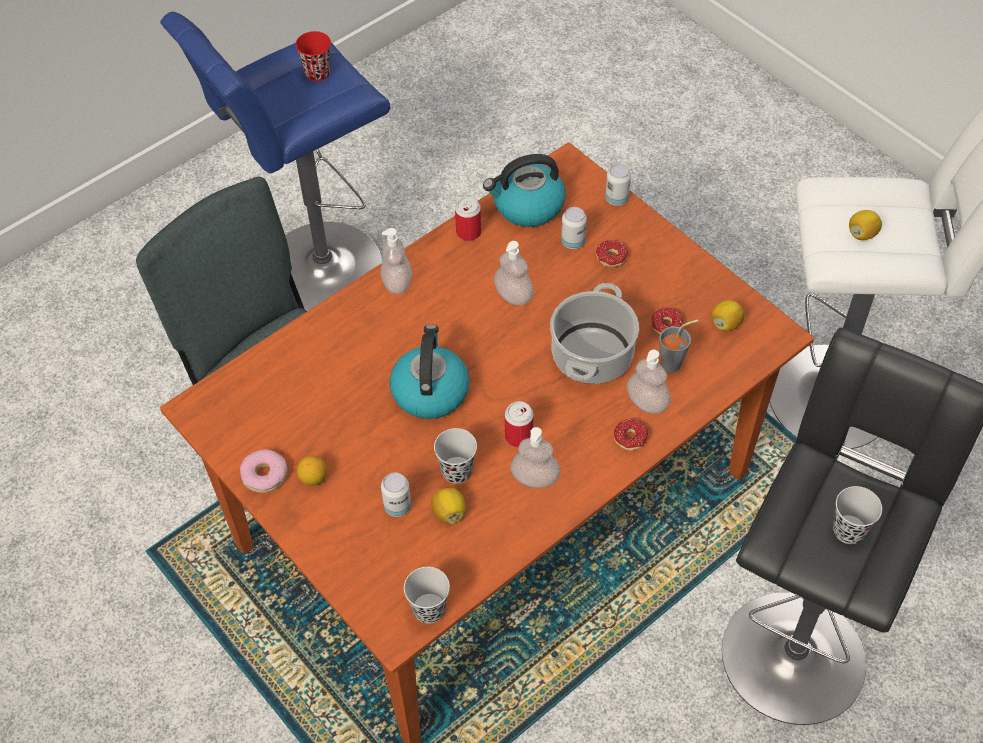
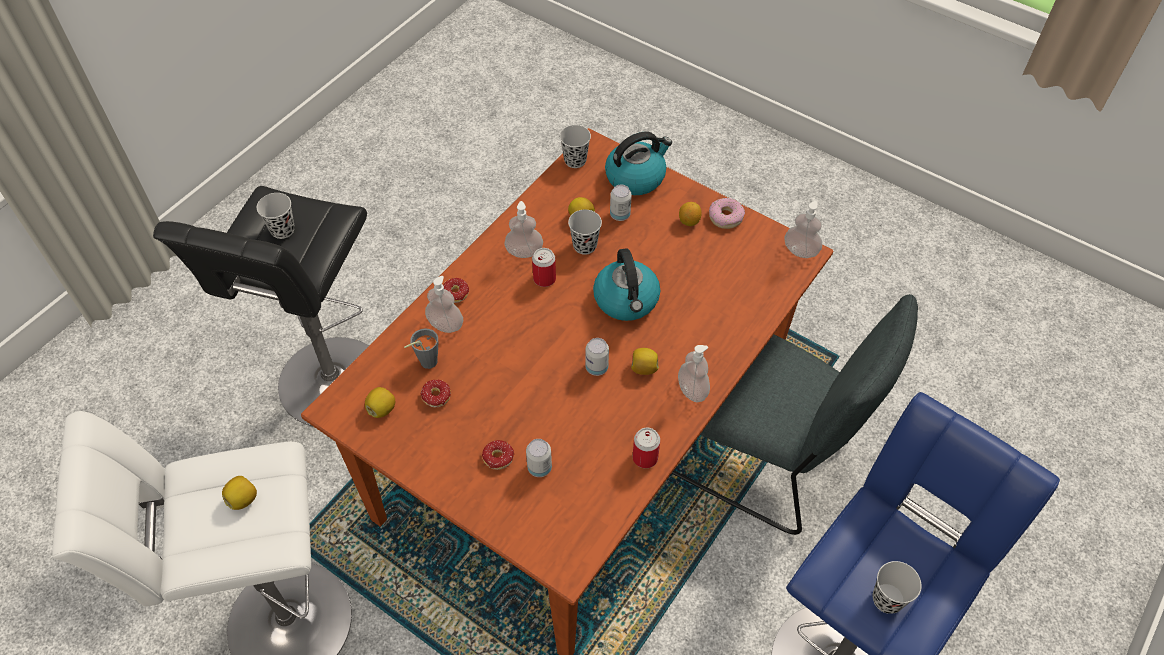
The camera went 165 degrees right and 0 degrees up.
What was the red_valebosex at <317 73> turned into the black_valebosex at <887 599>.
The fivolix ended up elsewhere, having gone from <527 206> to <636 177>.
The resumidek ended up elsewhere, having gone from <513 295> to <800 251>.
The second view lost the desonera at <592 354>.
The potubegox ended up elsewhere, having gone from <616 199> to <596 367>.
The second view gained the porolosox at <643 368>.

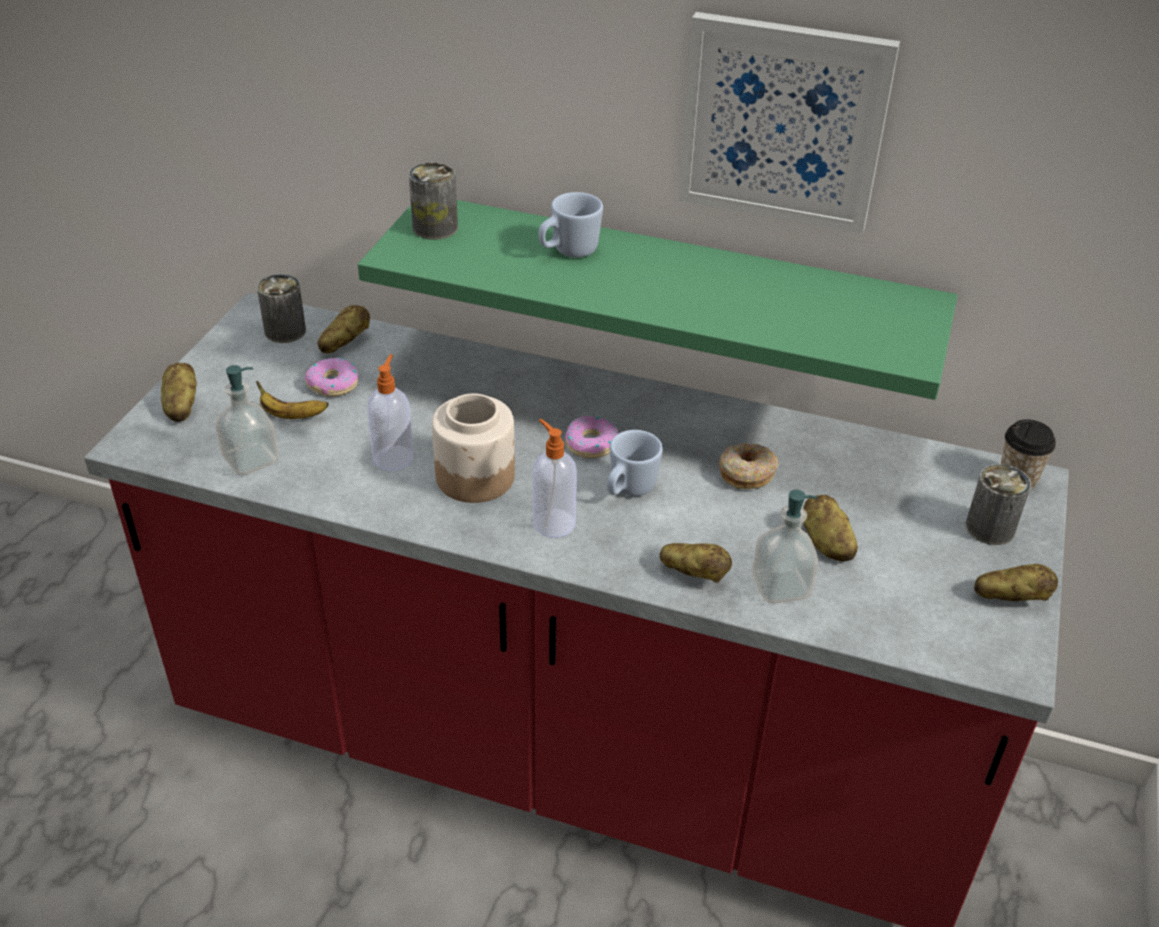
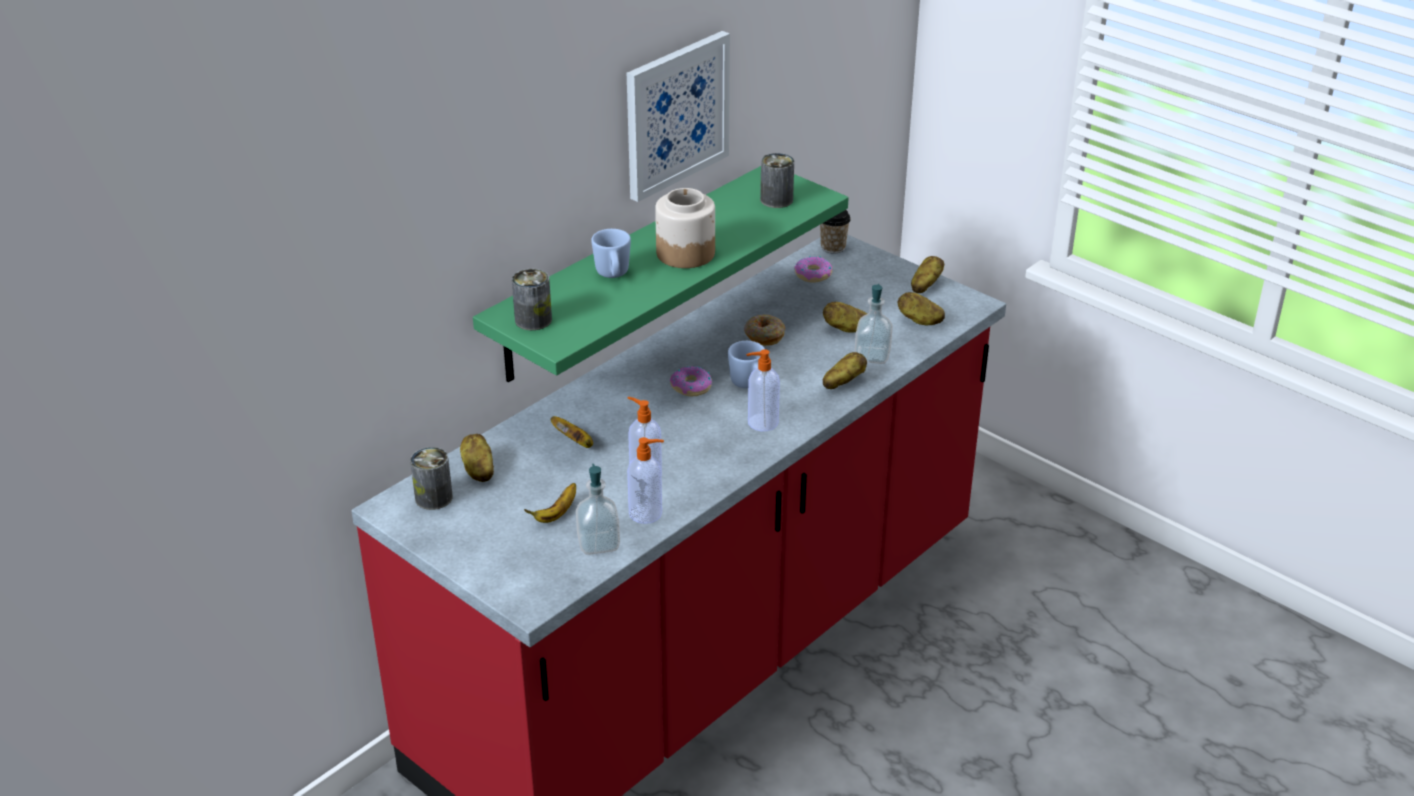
The camera went 65 degrees left and 5 degrees down.
The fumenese ended up elsewhere, having gone from <181 406> to <919 320>.
The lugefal ended up elsewhere, having gone from <333 384> to <813 275>.
The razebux ended up elsewhere, having gone from <476 476> to <685 253>.
The potubegox ended up elsewhere, having gone from <990 528> to <776 200>.
The second view gained the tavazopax at <575 441>.
The second view gained the resumidek at <647 513>.

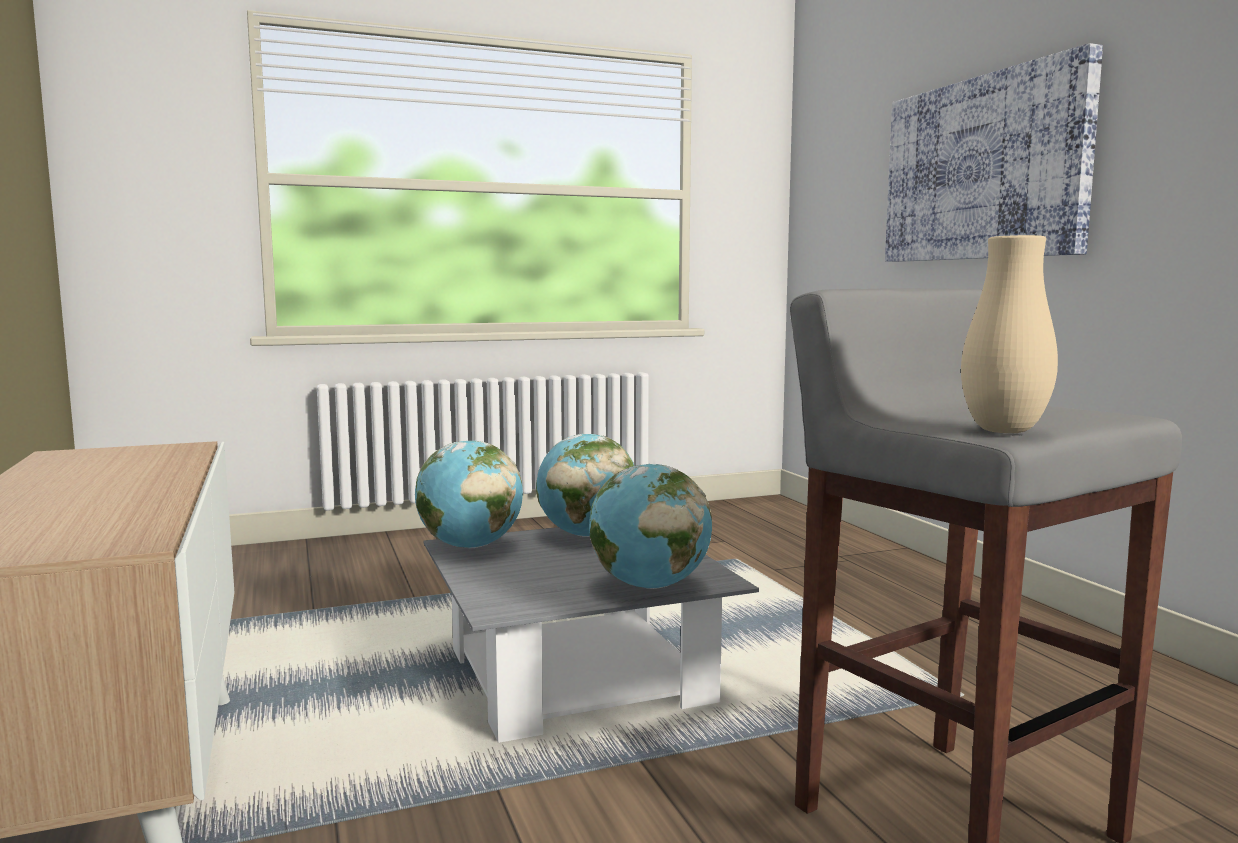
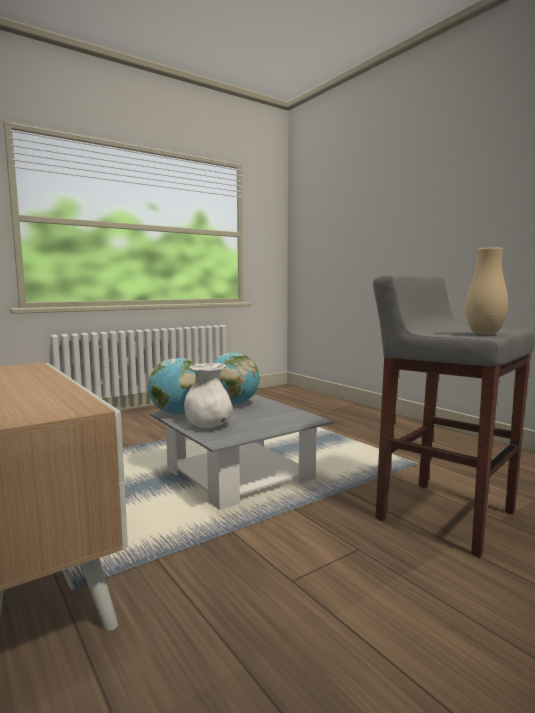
The camera went 15 degrees left and 0 degrees up.
The second view lost the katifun at <649 586>.
The second view lost the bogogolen at <984 169>.
The second view gained the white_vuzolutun at <208 426>.

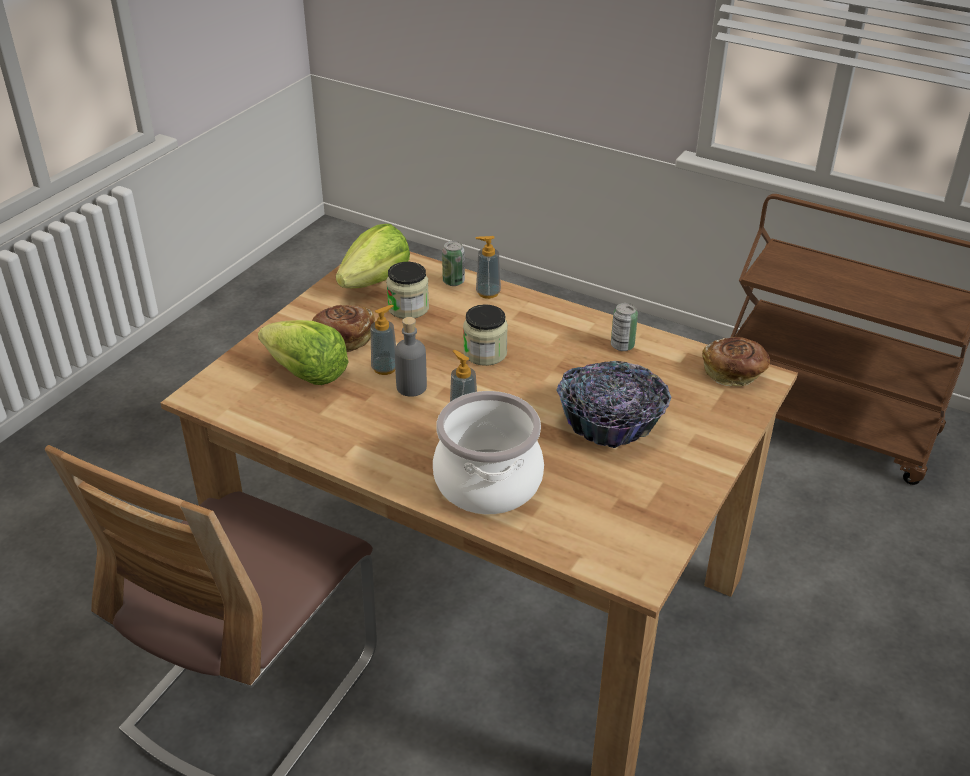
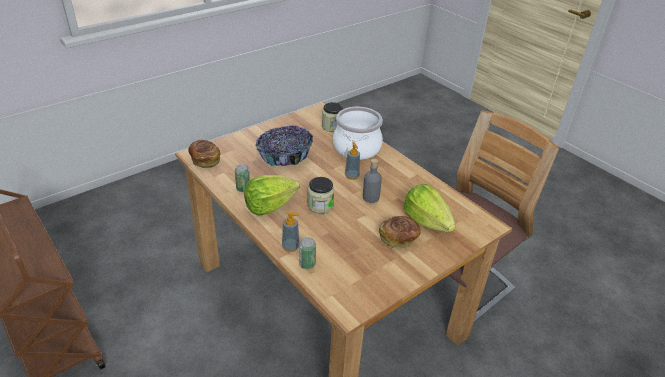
The camera went 160 degrees left and 0 degrees up.
The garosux ended up elsewhere, having gone from <376 281> to <269 206>.
The second view lost the resumidek at <385 368>.
The razebux ended up elsewhere, having gone from <408 308> to <332 127>.

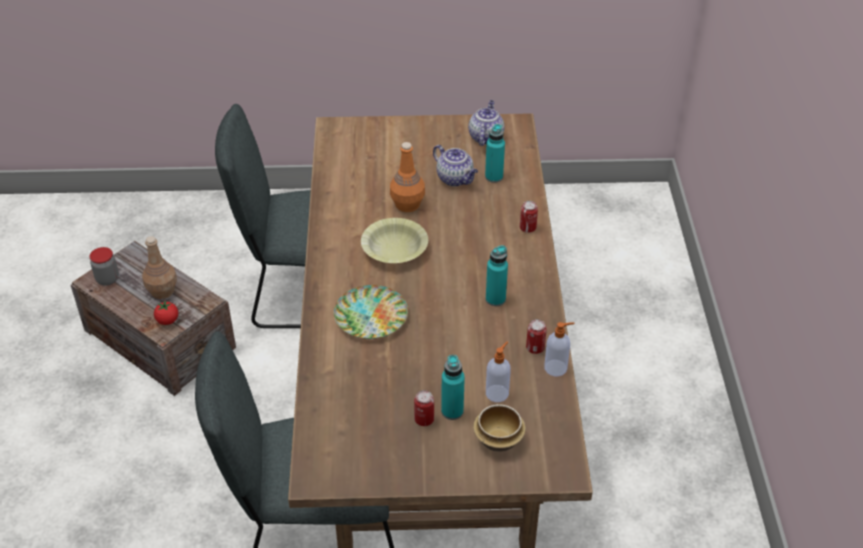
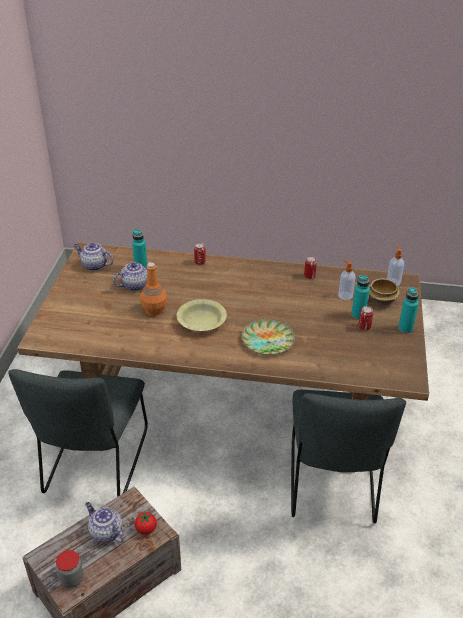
The camera went 80 degrees left and 5 degrees down.
Where the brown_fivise stood at <162 290>, the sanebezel came to stand at <105 532>.
The turquoise_fivise ended up elsewhere, having gone from <495 299> to <405 329>.
The resumidek ended up elsewhere, having gone from <556 368> to <393 282>.

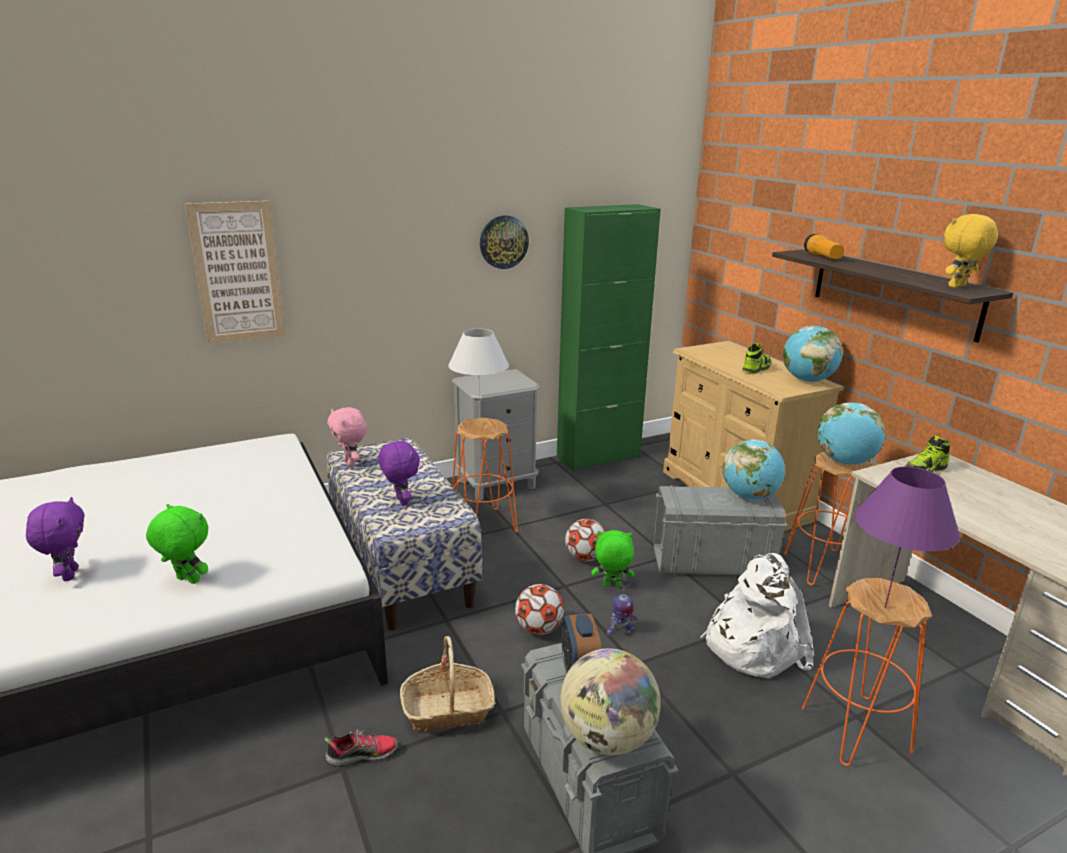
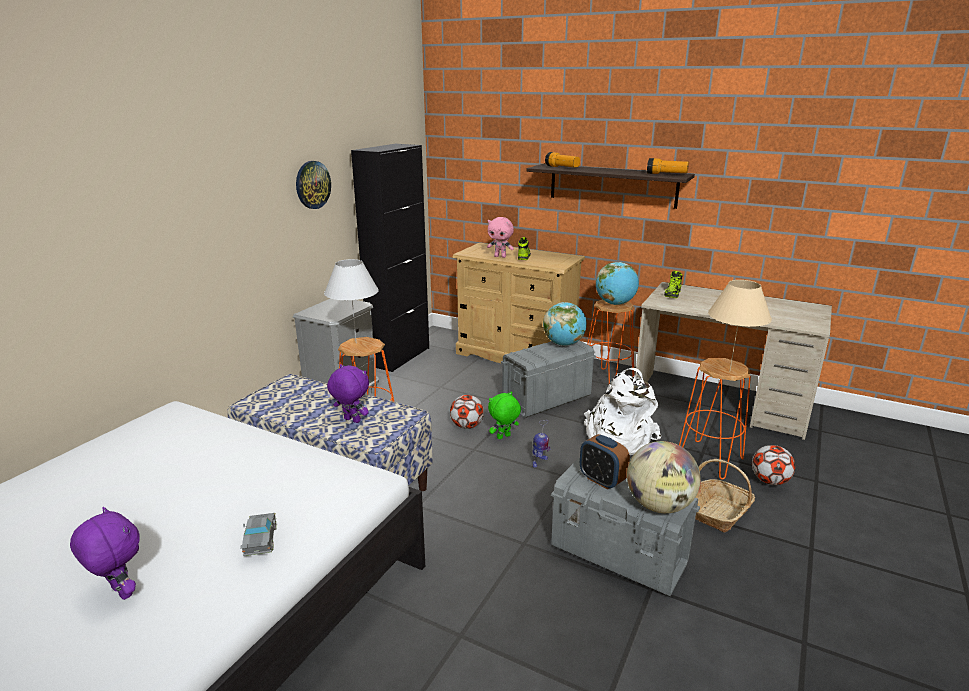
The camera went 35 degrees left and 0 degrees up.
Where the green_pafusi stood at <186 580>, the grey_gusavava came to stand at <260 543>.
The second view lost the bogogolen at <237 273>.
The second view lost the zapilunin at <363 754>.
The pink_pafusi ended up elsewhere, having gone from <351 463> to <500 256>.
The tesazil ended up elsewhere, having gone from <448 709> to <719 512>.
The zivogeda ended up elsewhere, having gone from <539 629> to <769 481>.
What was the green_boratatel at <598 457> turned into the black_boratatel at <399 357>.
The second view lost the katifun at <807 380>.
What was the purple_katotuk at <884 607> turned into the beige_katotuk at <729 372>.
Where the yellow_pafusi stood at <958 286>, the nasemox came to stand at <666 174>.

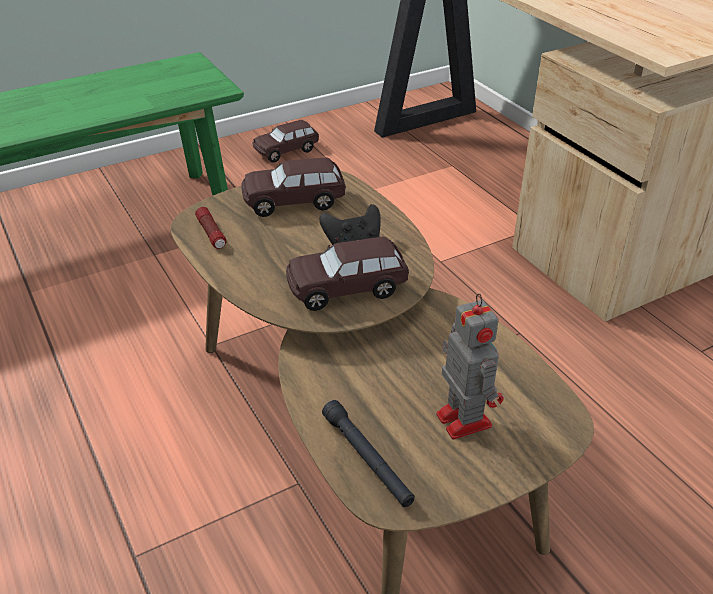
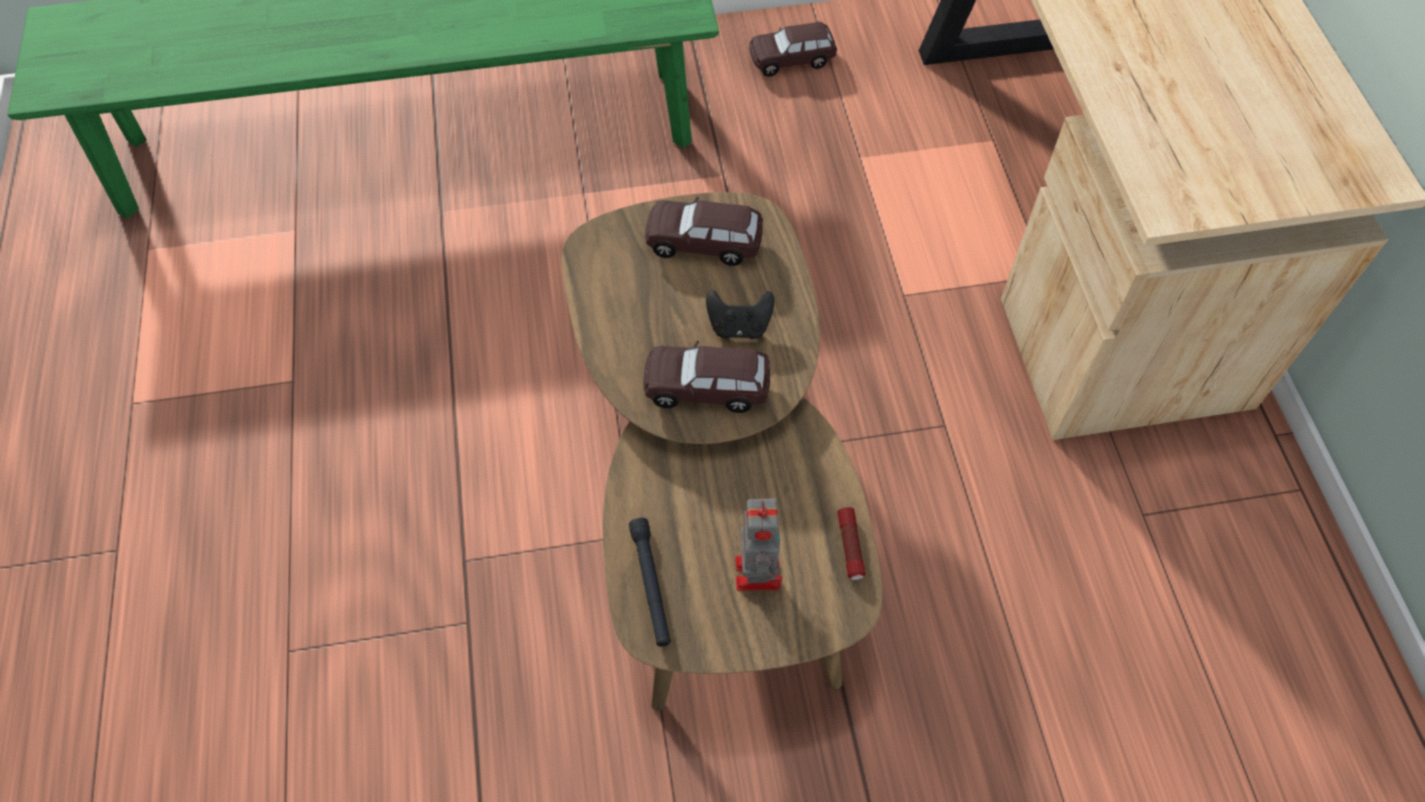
The camera went 20 degrees right and 20 degrees up.
The nasemox ended up elsewhere, having gone from <211 234> to <850 547>.

